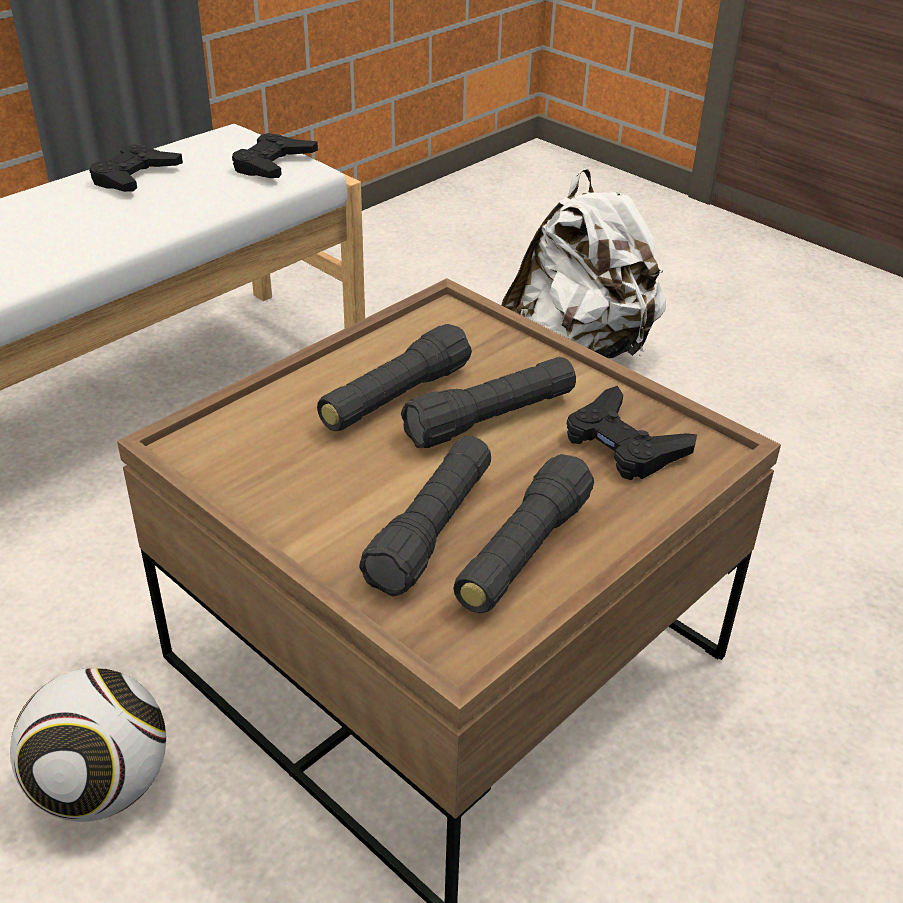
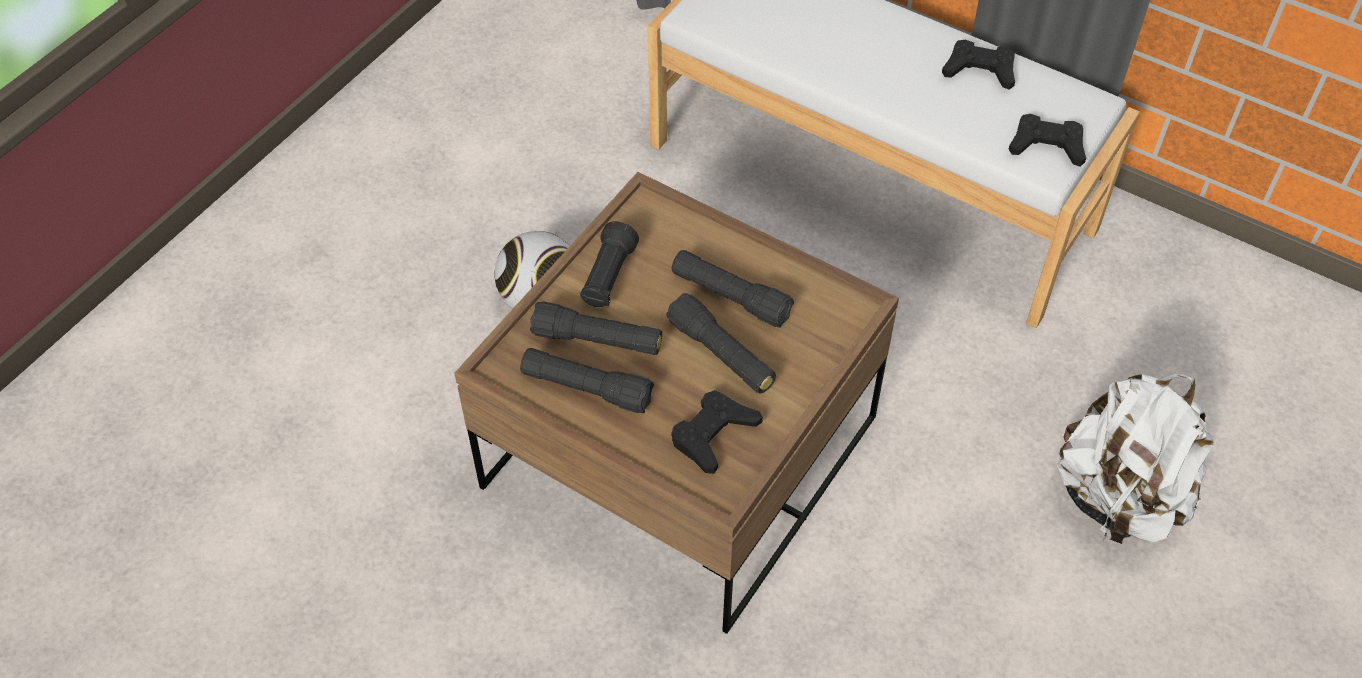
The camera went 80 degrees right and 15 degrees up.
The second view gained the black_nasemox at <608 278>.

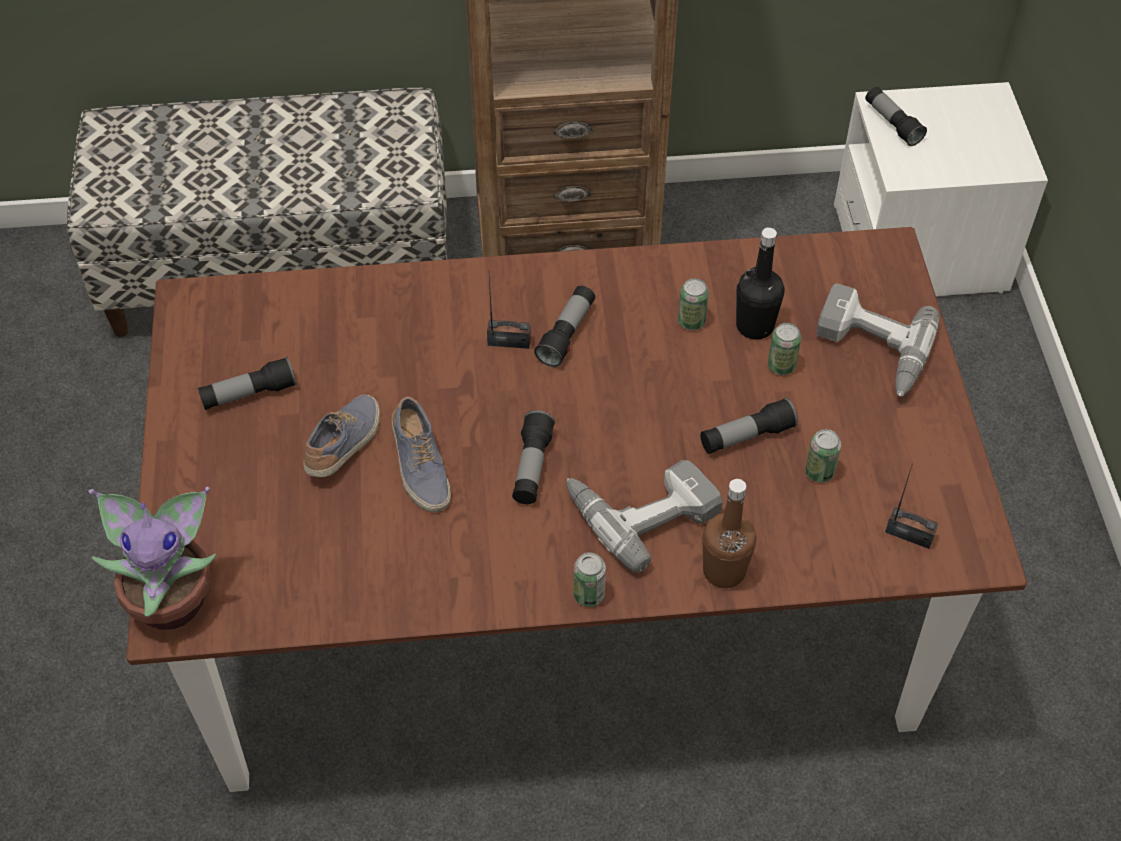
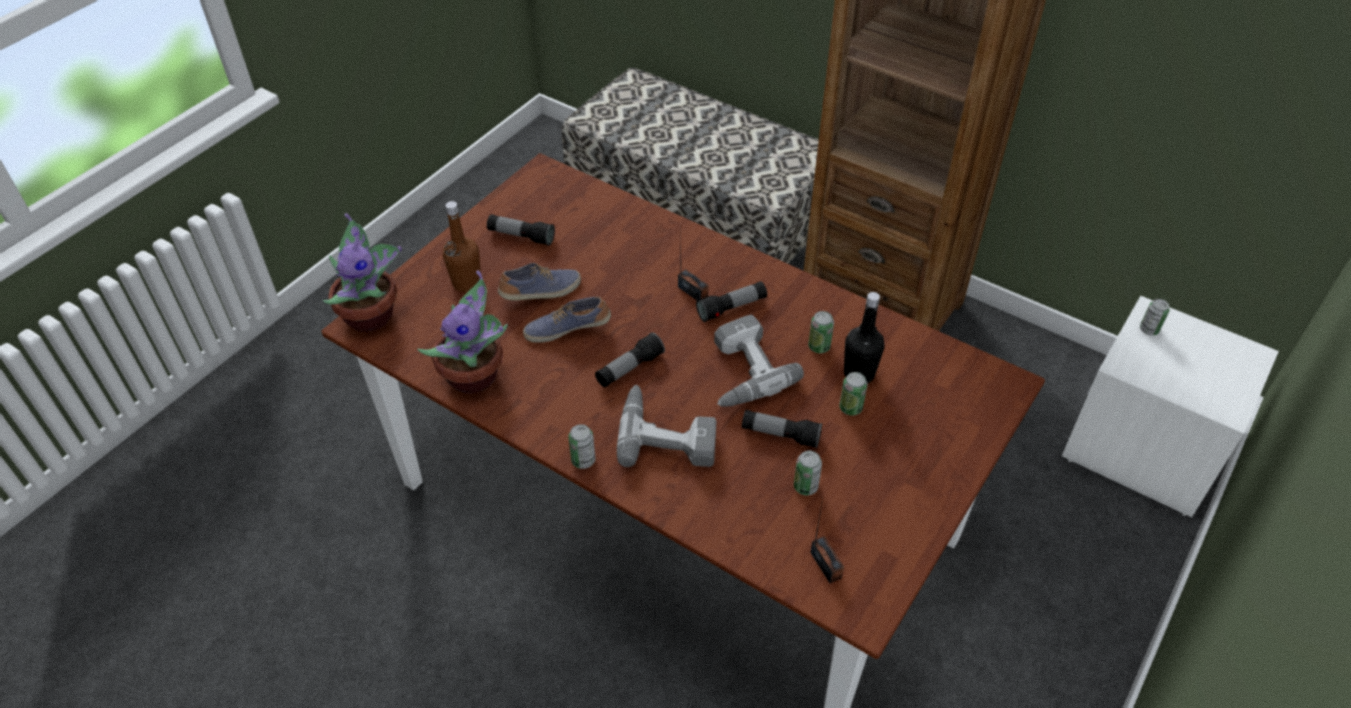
The camera went 40 degrees right and 5 degrees down.
The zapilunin at <419 467> ended up facing another way, 60 degrees clockwise from before.
The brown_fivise ended up elsewhere, having gone from <724 571> to <466 283>.
The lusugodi ended up elsewhere, having gone from <870 350> to <741 371>.
Where the nasemox stood at <892 123>, the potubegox came to stand at <1149 329>.
The second view gained the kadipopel at <475 376>.

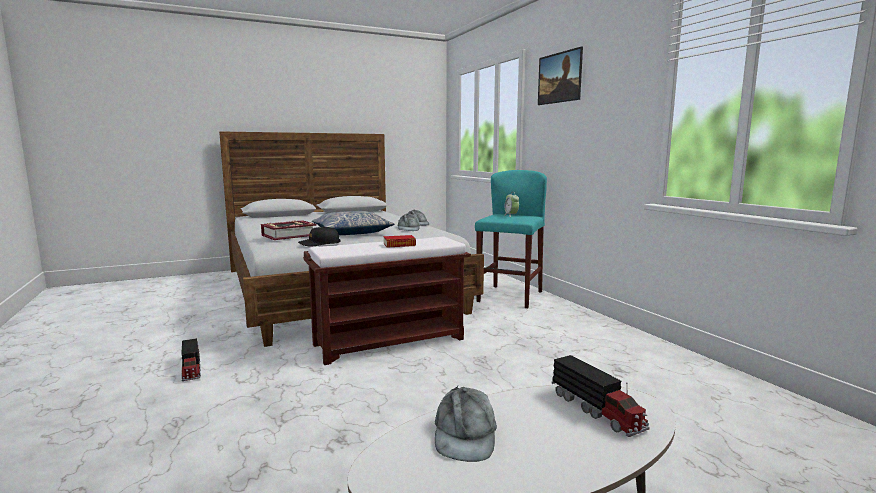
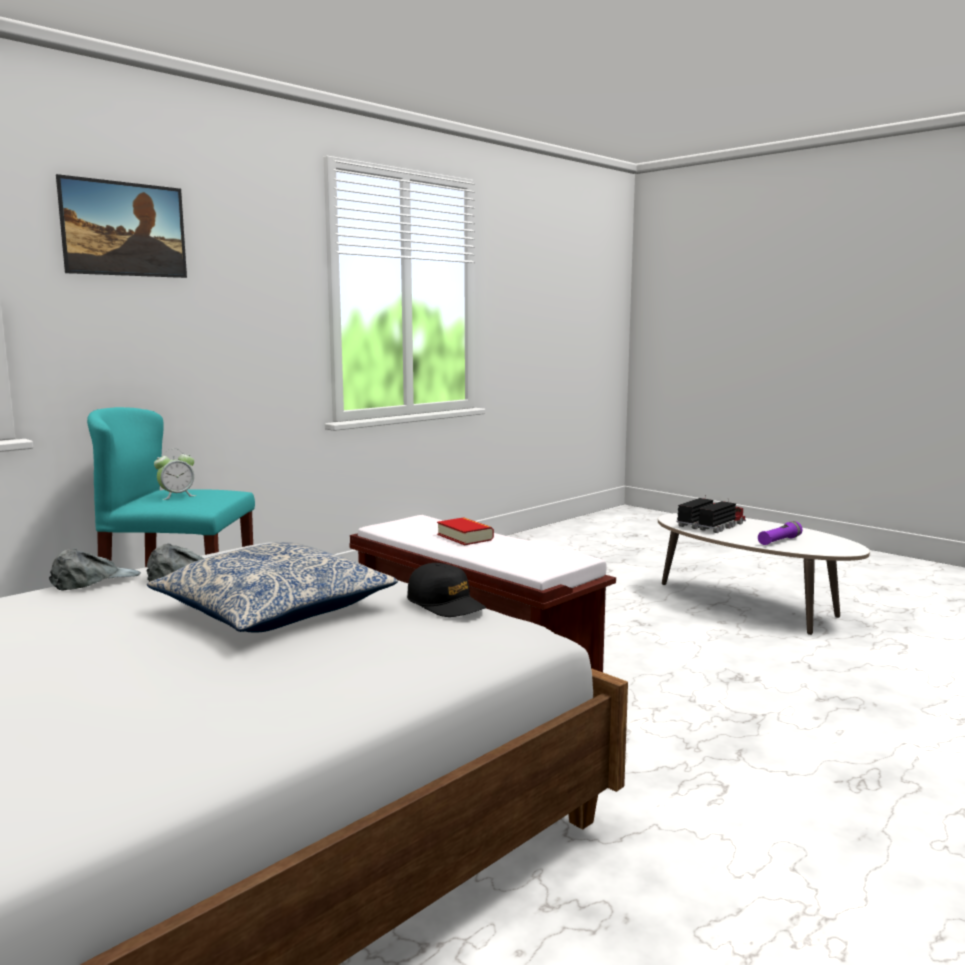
The camera went 110 degrees left and 0 degrees up.
The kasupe ended up elsewhere, having gone from <191 369> to <722 526>.
The second view lost the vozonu at <289 235>.
Where the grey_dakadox stood at <464 434>, the purple_nasemox came to stand at <779 541>.

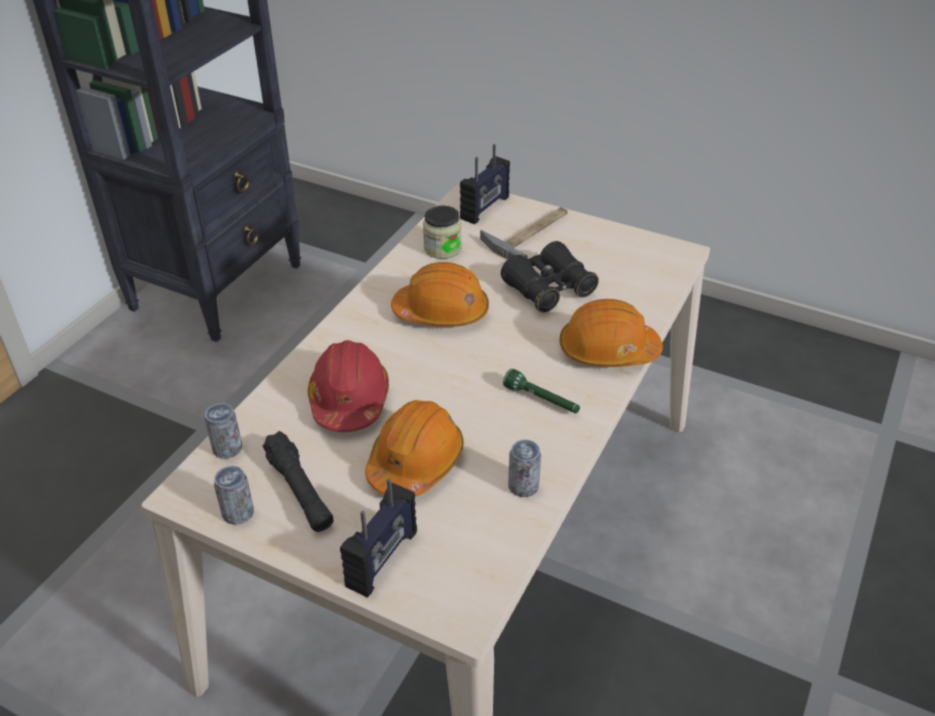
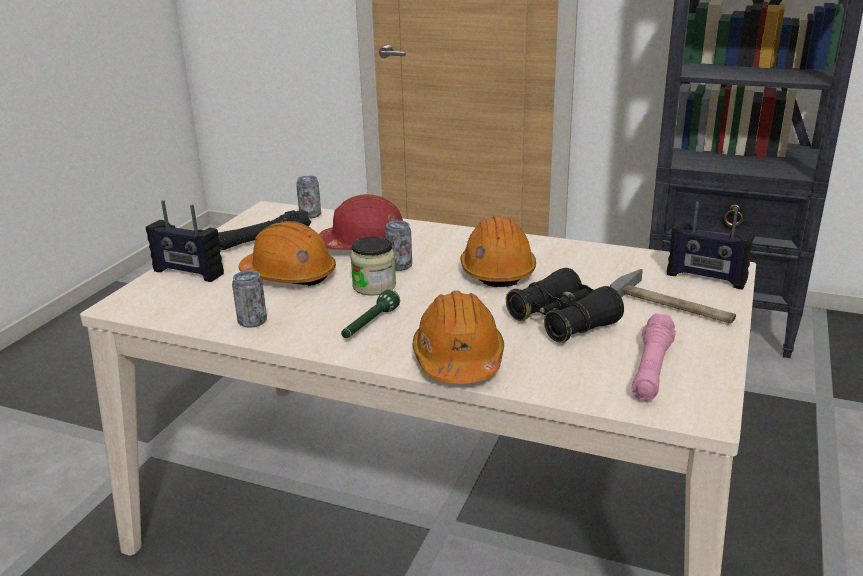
The camera went 85 degrees right and 15 degrees down.
The potubegox ended up elsewhere, having gone from <238 513> to <399 266>.
The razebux ended up elsewhere, having gone from <442 248> to <374 286>.
The second view gained the pink_nasemox at <651 368>.

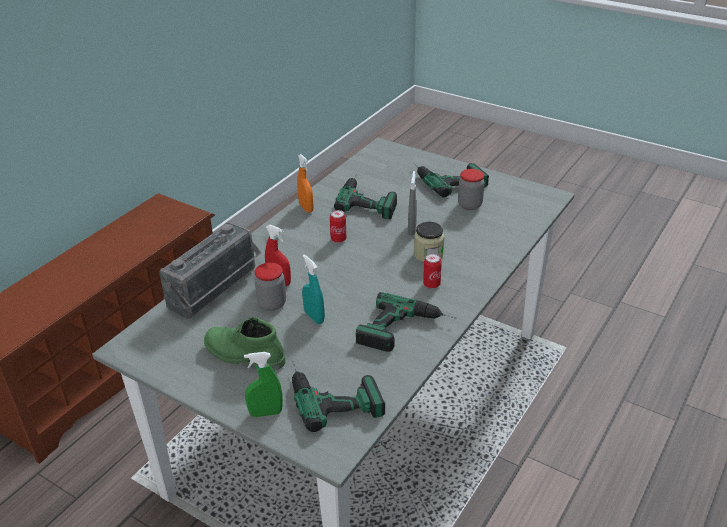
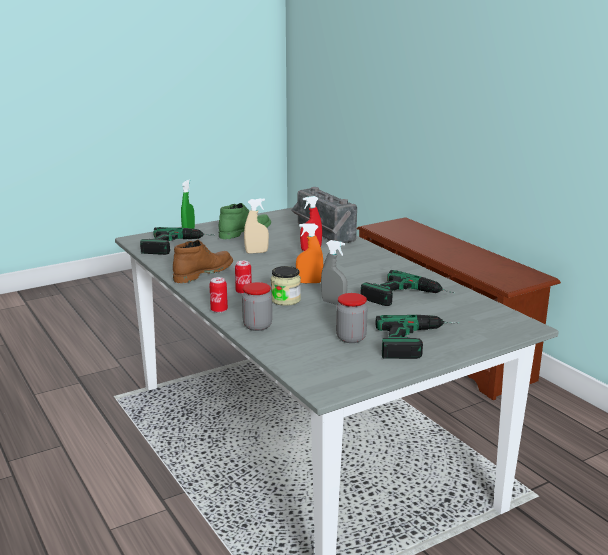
The camera went 115 degrees right and 15 degrees down.
The razebux ended up elsewhere, having gone from <272 303> to <257 326>.
The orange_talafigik ended up elsewhere, having gone from <306 208> to <309 282>.
What was the turquoise_talafigik at <314 317> turned into the beige_talafigik at <256 252>.
The potubegox ended up elsewhere, having gone from <338 239> to <219 310>.
Where the lusugodi stood at <407 330>, the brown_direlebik came to stand at <203 273>.

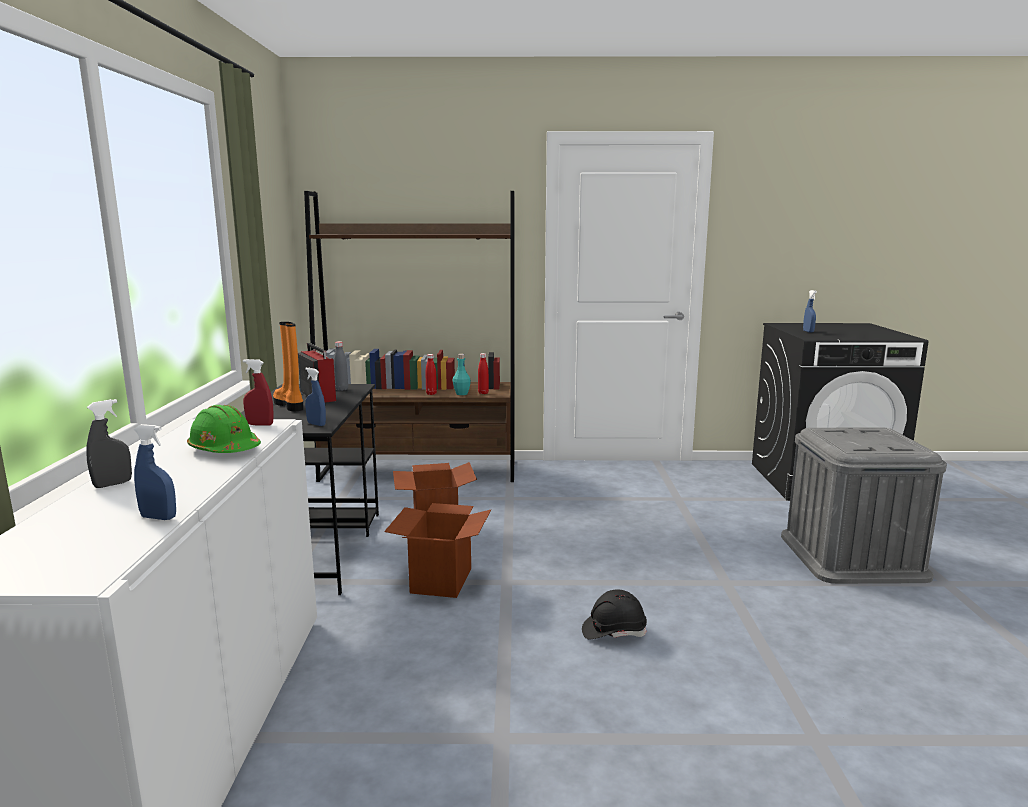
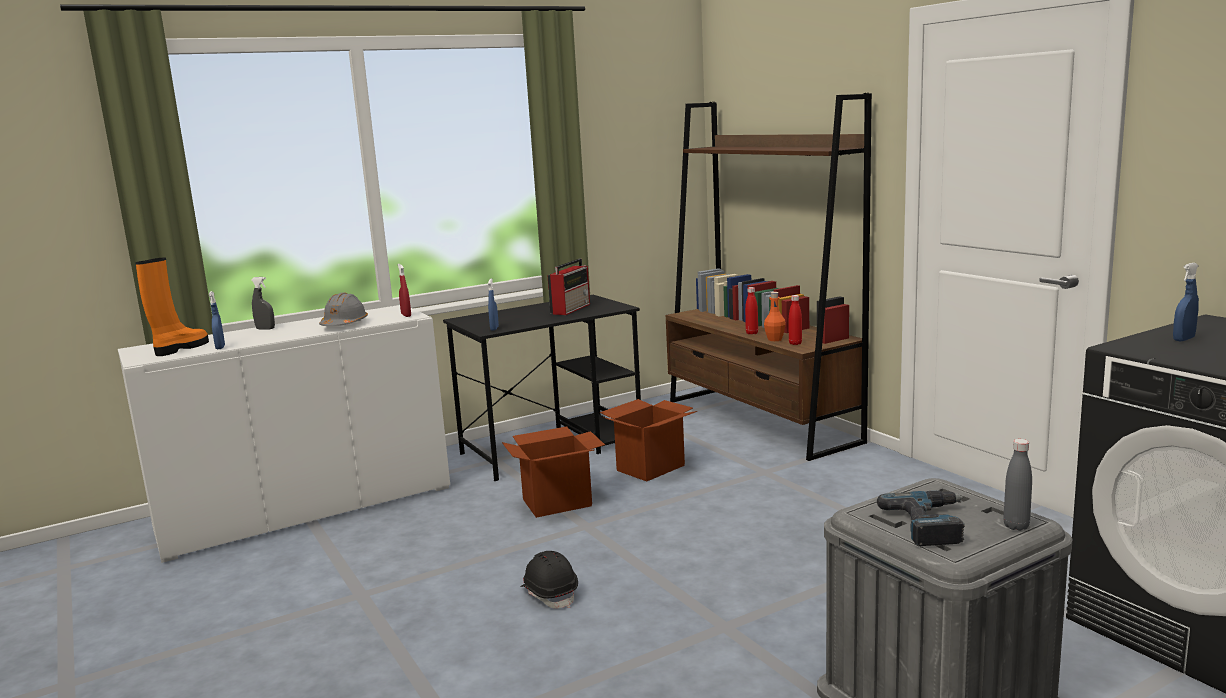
The camera went 60 degrees right and 0 degrees up.
What was the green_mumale at <225 449> turned into the grey_mumale at <344 325>.
The orange_direlebik ended up elsewhere, having gone from <290 405> to <180 349>.
The grey_fivise ended up elsewhere, having gone from <341 389> to <1016 526>.
What was the turquoise_fivise at <461 394> turned into the orange_fivise at <775 339>.
The second view gained the lusugodi at <931 524>.

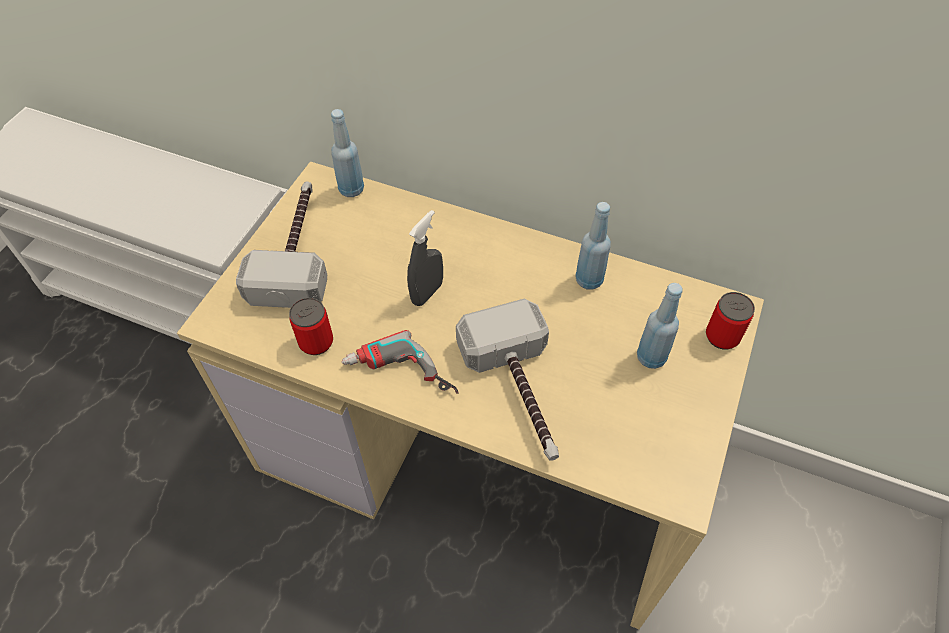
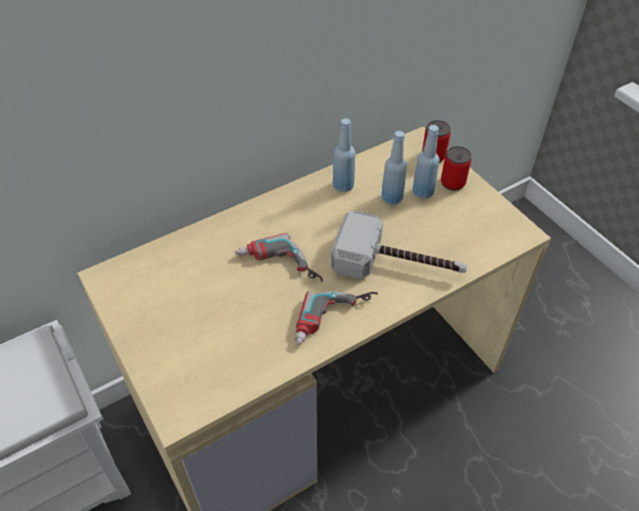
The camera went 55 degrees left and 5 degrees down.
The second view lost the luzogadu at <297 251>.
The potubegox ended up elsewhere, having gone from <316 342> to <452 183>.
The blue_fivise ended up elsewhere, having gone from <351 189> to <392 198>.
Where the grey_talafigik stood at <427 293>, the lusugodi came to stand at <277 269>.

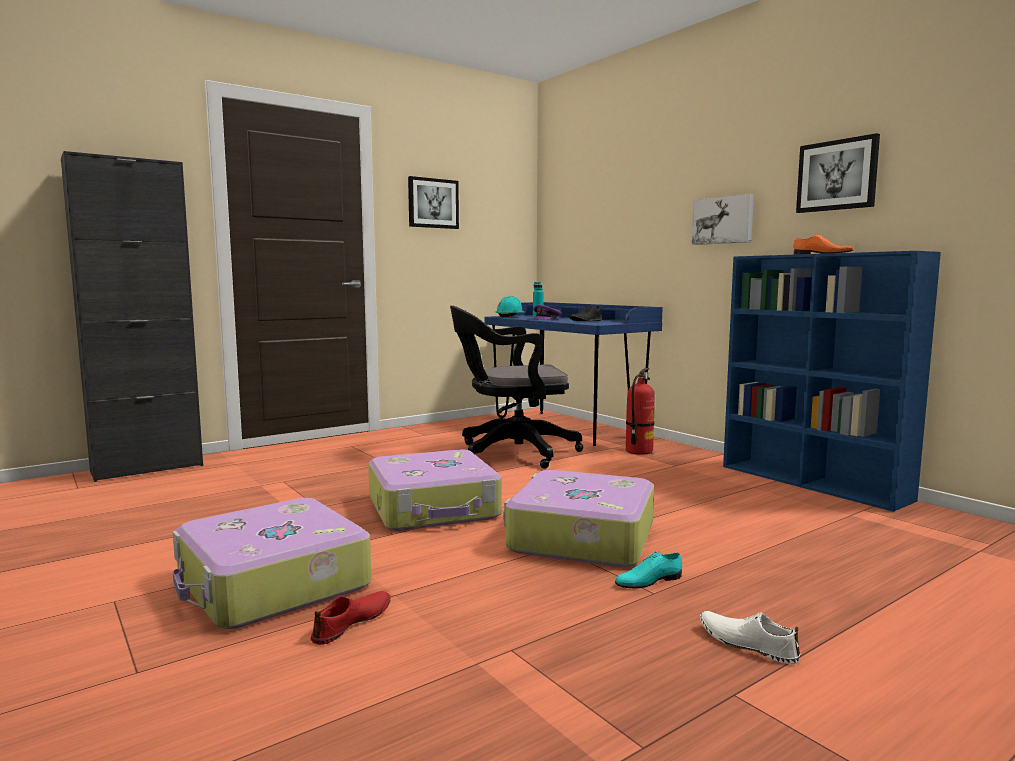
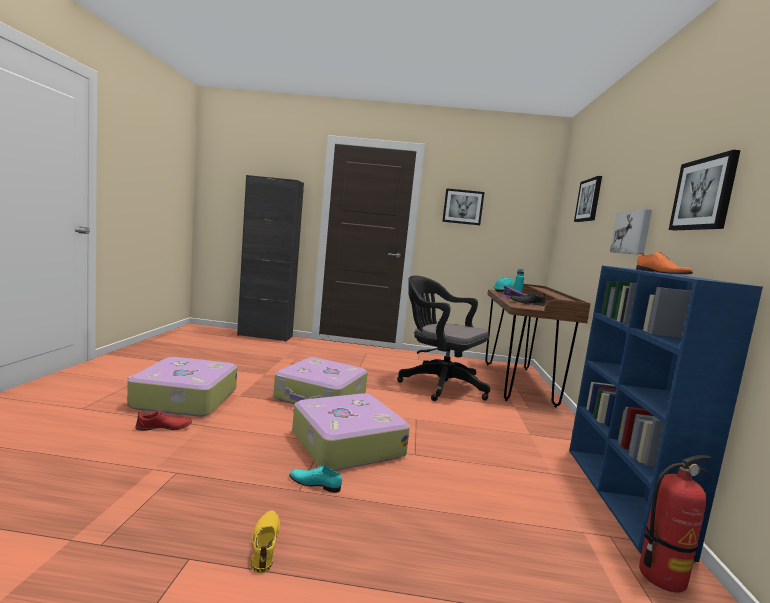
The camera went 40 degrees right and 0 degrees up.
What was the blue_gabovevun at <566 427> turned into the brown_gabovevun at <518 383>.
The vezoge ended up elsewhere, having gone from <638 451> to <661 577>.
What was the white_zapilunin at <747 643> turned into the yellow_zapilunin at <265 544>.
The second view gained the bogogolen at <589 200>.

